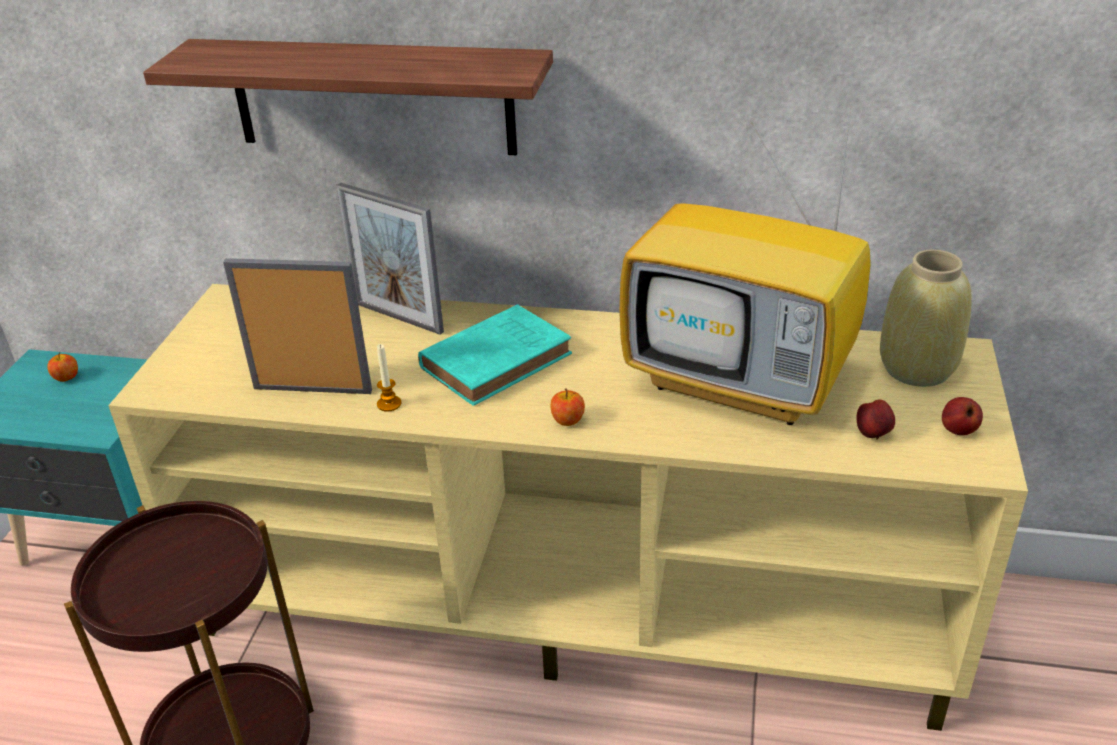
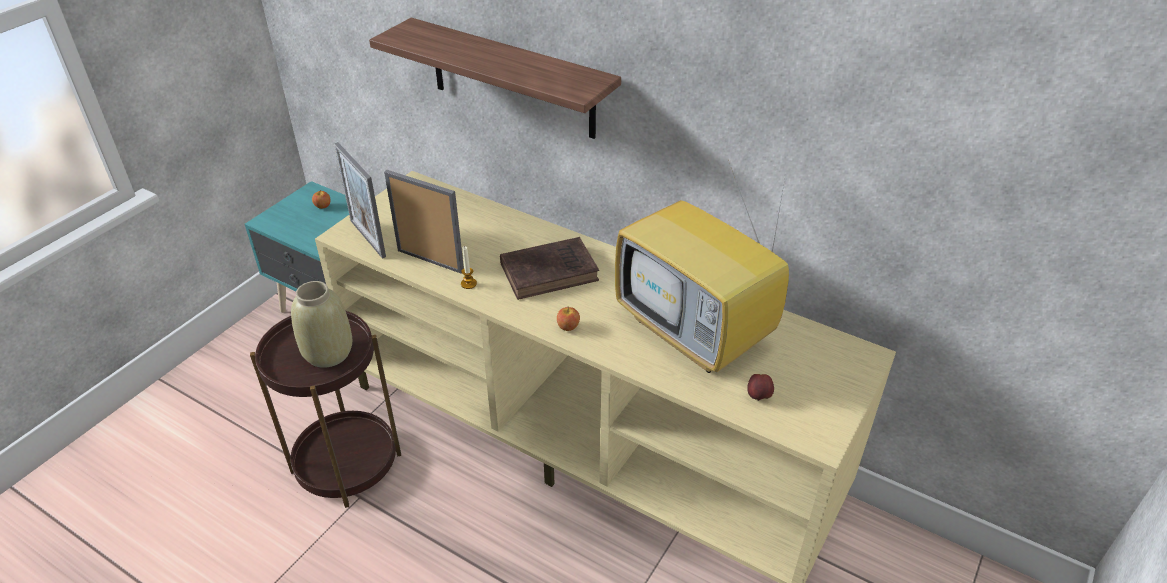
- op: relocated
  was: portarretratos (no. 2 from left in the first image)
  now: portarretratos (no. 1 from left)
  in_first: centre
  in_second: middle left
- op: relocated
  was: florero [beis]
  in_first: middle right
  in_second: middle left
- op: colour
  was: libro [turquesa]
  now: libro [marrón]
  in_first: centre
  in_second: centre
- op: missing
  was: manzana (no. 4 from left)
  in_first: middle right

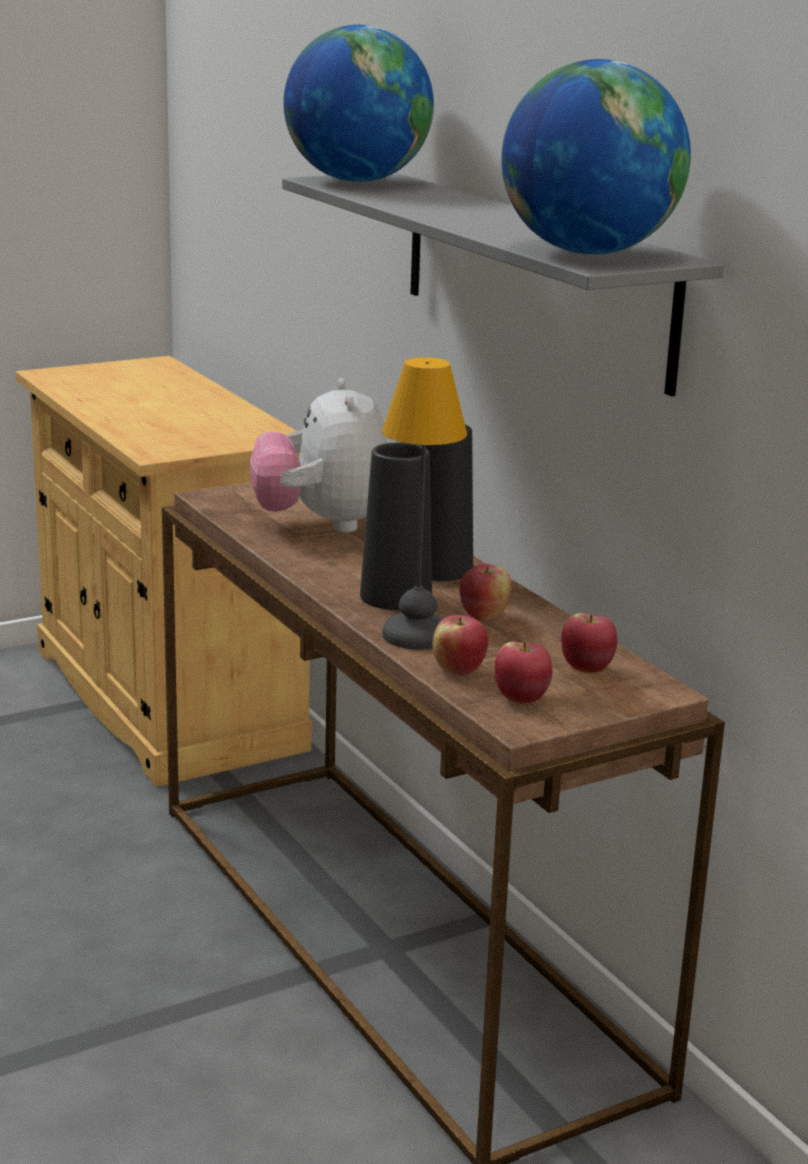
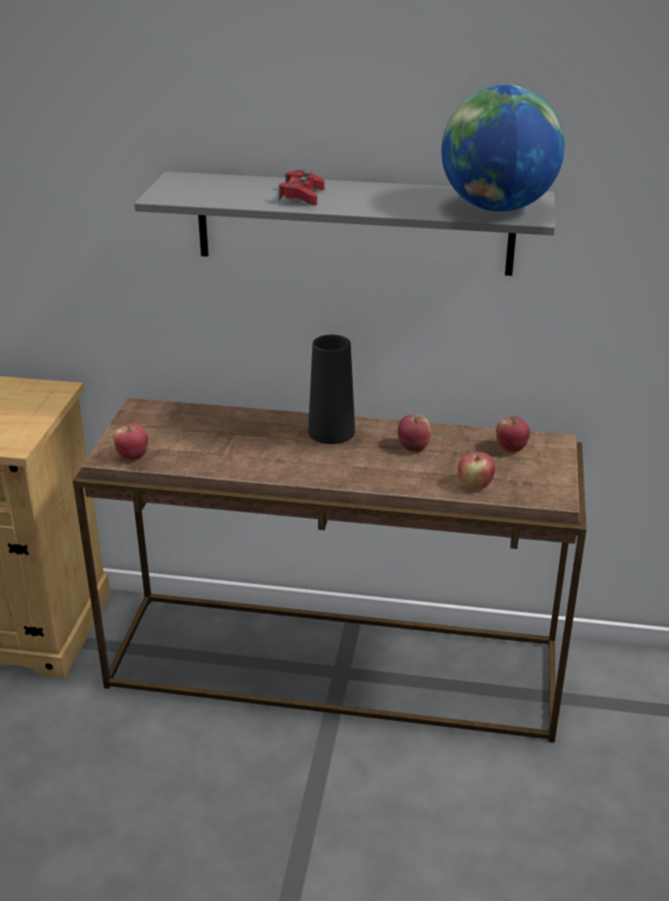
- op: missing
  was: globo terráqueo (no. 1 from left)
  in_first: top centre
- op: missing
  was: lámpara de mesa
  in_first: centre
- op: missing
  was: peluche
  in_first: centre
- op: missing
  was: florero [negro] (no. 1 from left)
  in_first: centre
- op: relocated
  was: manzana (no. 3 from left in the first image)
  now: manzana (no. 1 from left)
  in_first: centre
  in_second: middle left
- op: appeared
  now: mando de consola [rojo]
  in_second: top centre

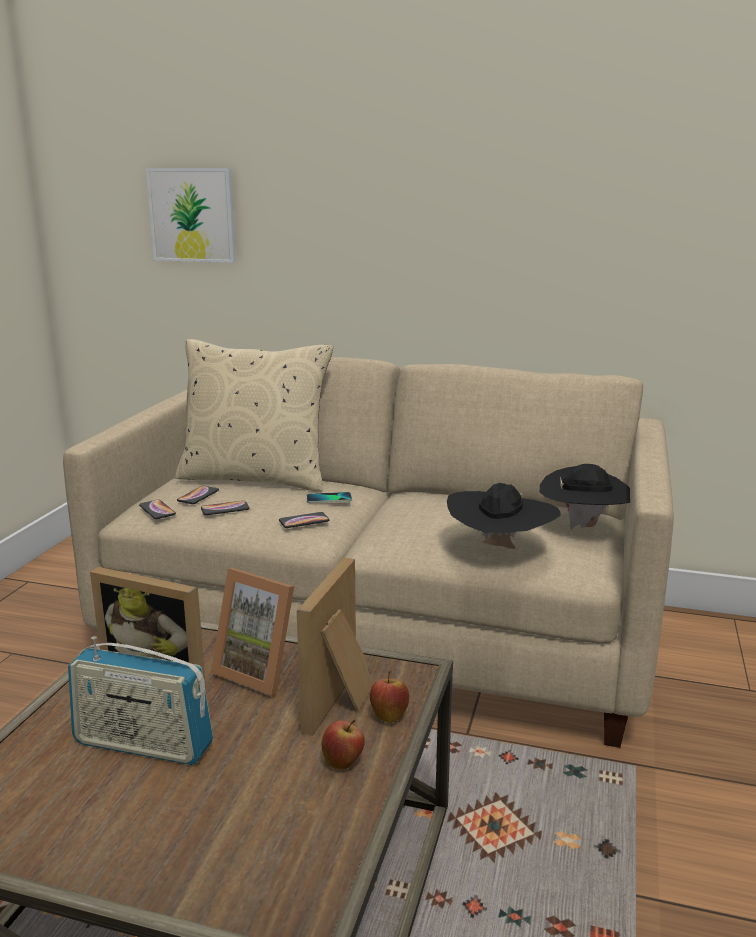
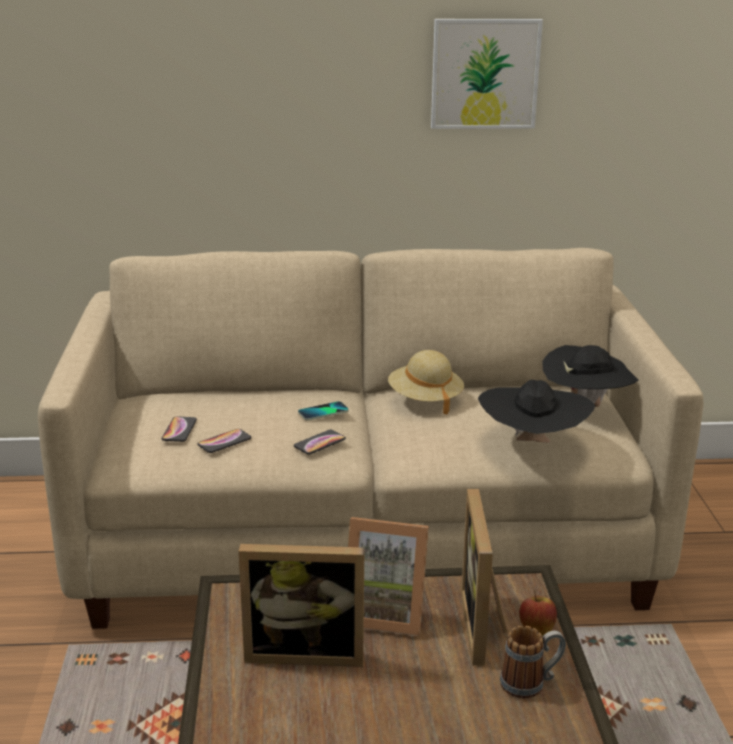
- op: relocated
  was: cuadro
  in_first: top left
  in_second: top centre
- op: missing
  was: cojín [beis]
  in_first: centre
- op: missing
  was: móvil (no. 1 from left)
  in_first: middle left
- op: missing
  was: radio
  in_first: bottom left
- op: exchanged
  was: manzana (no. 1 from left)
  now: taza grande
  in_first: bottom centre
  in_second: bottom right
- op: appeared
  now: sombrero [beis]
  in_second: centre

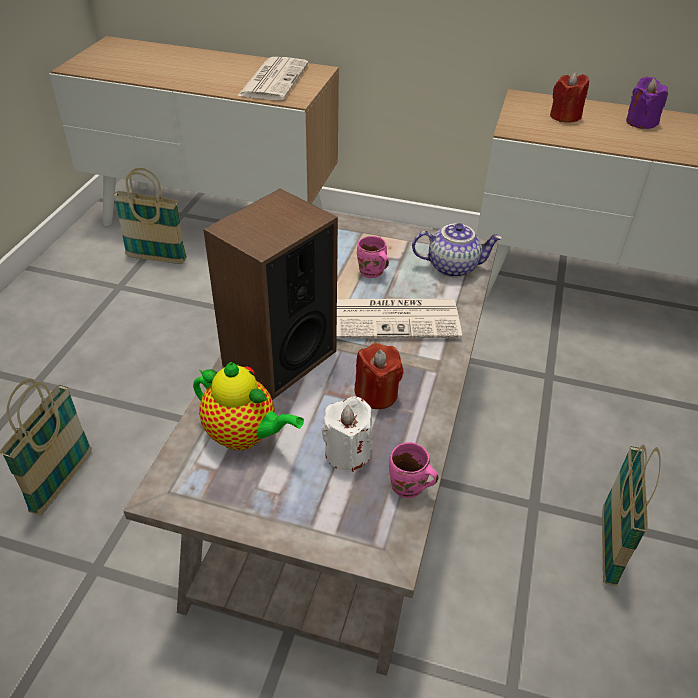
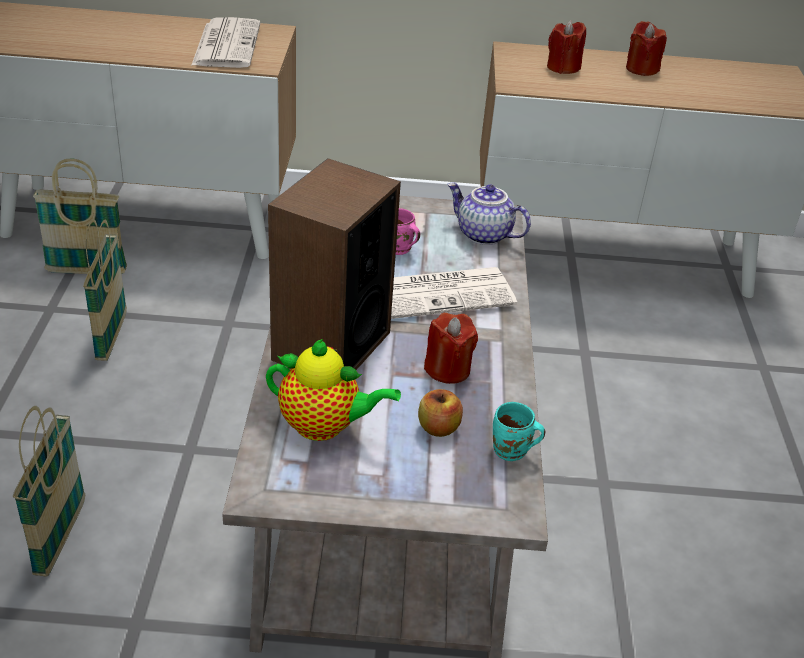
- op: colour
  was: vela [morado]
  now: vela [rojo] (no. 3 from left)
  in_first: top right
  in_second: top right
- op: spun
  was: tetera (no. 2 from left)
  in_first: centre
  in_second: top centre
  clockwise: -135
- op: exchanged
  was: vela [blanco]
  now: manzana
  in_first: centre
  in_second: centre
- op: colour
  was: taza grande [rosa] (no. 2 from left)
  now: taza grande [turquesa]
  in_first: bottom centre
  in_second: centre
- op: relocated
  was: cesta (no. 3 from left)
  in_first: bottom right
  in_second: middle left

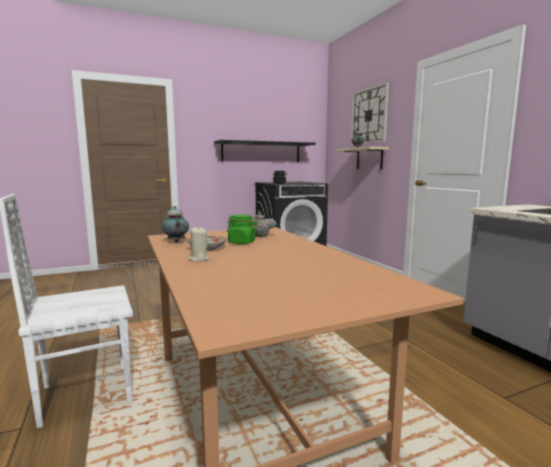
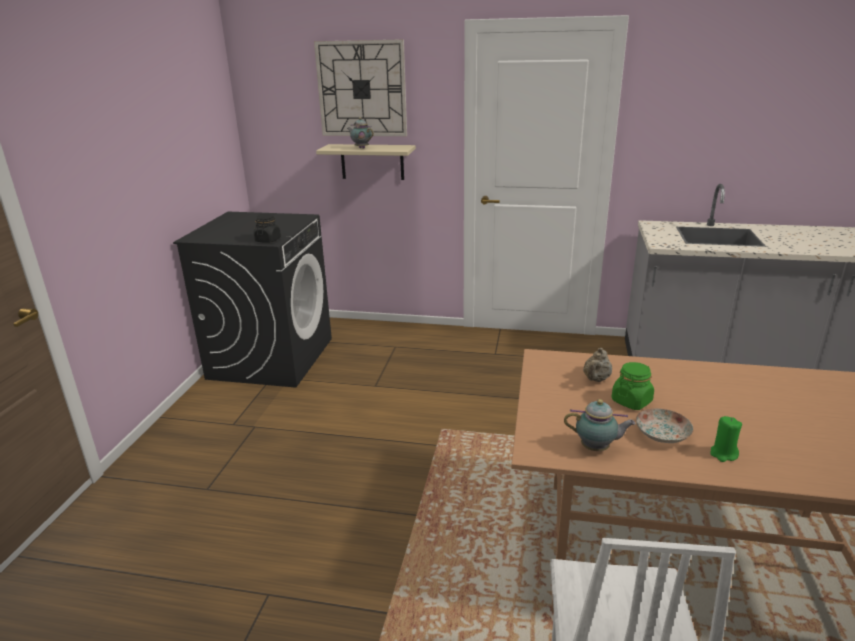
- op: missing
  was: estante [negro]
  in_first: top centre
- op: colour
  was: vela [beis]
  now: vela [verde]
  in_first: centre
  in_second: bottom right

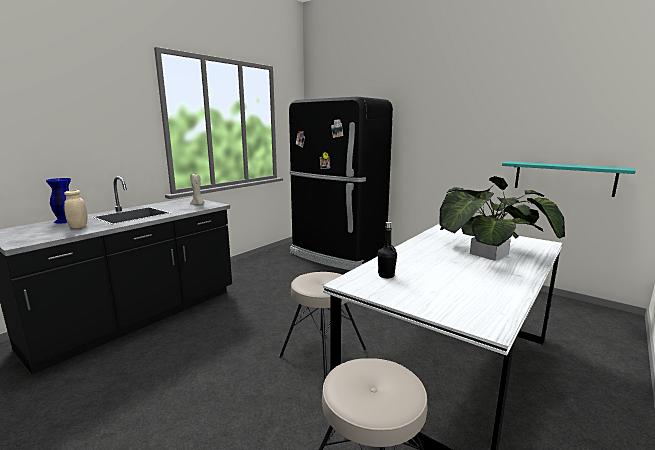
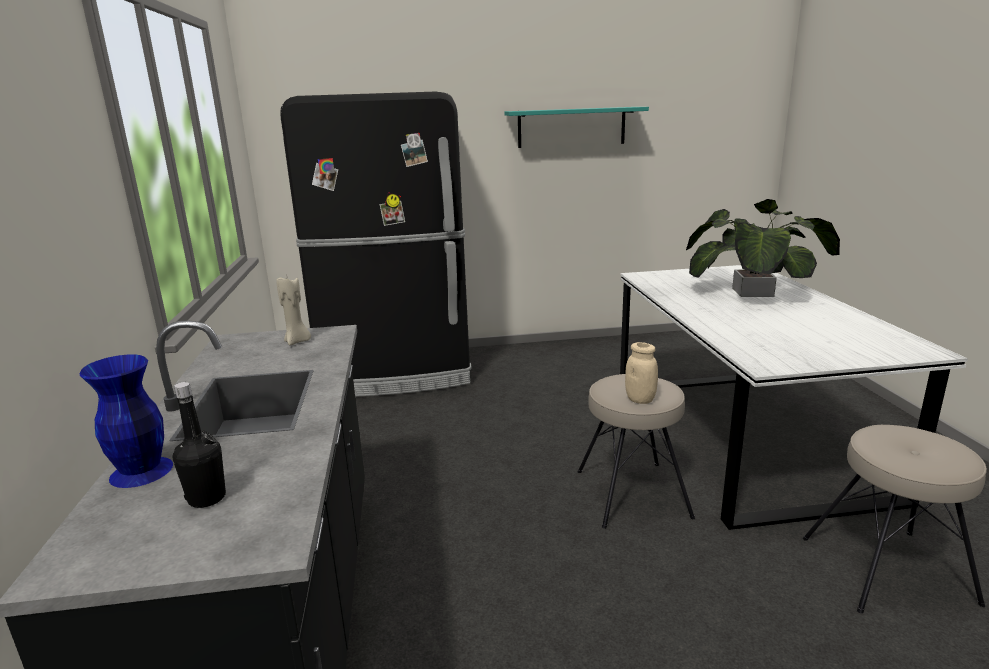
- op: relocated
  was: estante [turquesa]
  in_first: middle right
  in_second: top centre
- op: relocated
  was: tarro [beis]
  in_first: middle left
  in_second: centre
- op: relocated
  was: botella [negro]
  in_first: centre
  in_second: middle left

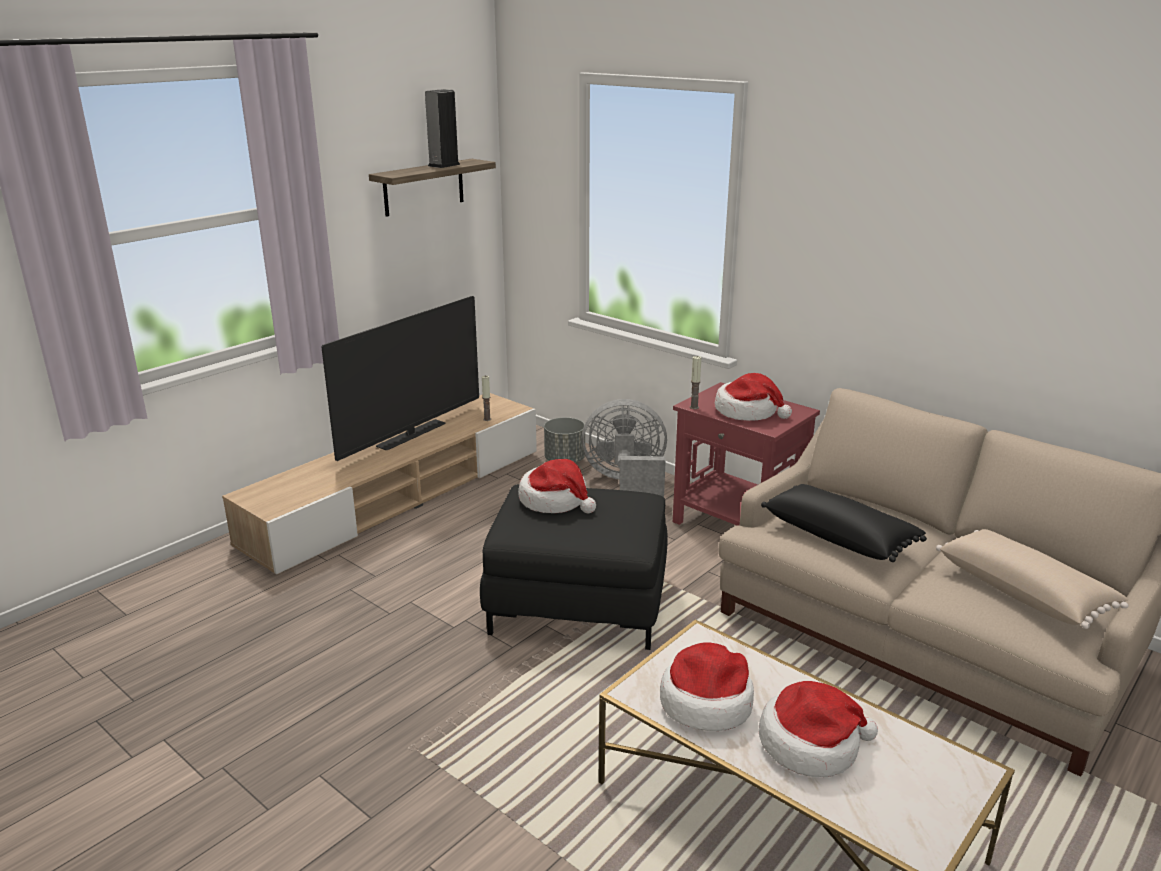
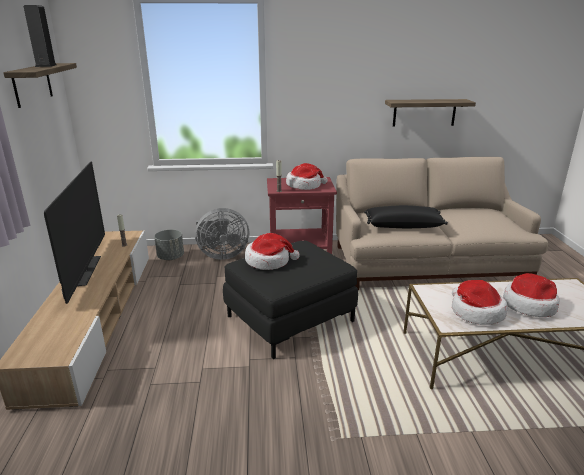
- op: spun
  was: ventilador [gris]
  in_first: centre
  in_second: centre
  clockwise: -150
- op: missing
  was: cojín [beis]
  in_first: middle right
- op: appeared
  now: estante (no. 2 from left)
  in_second: top right

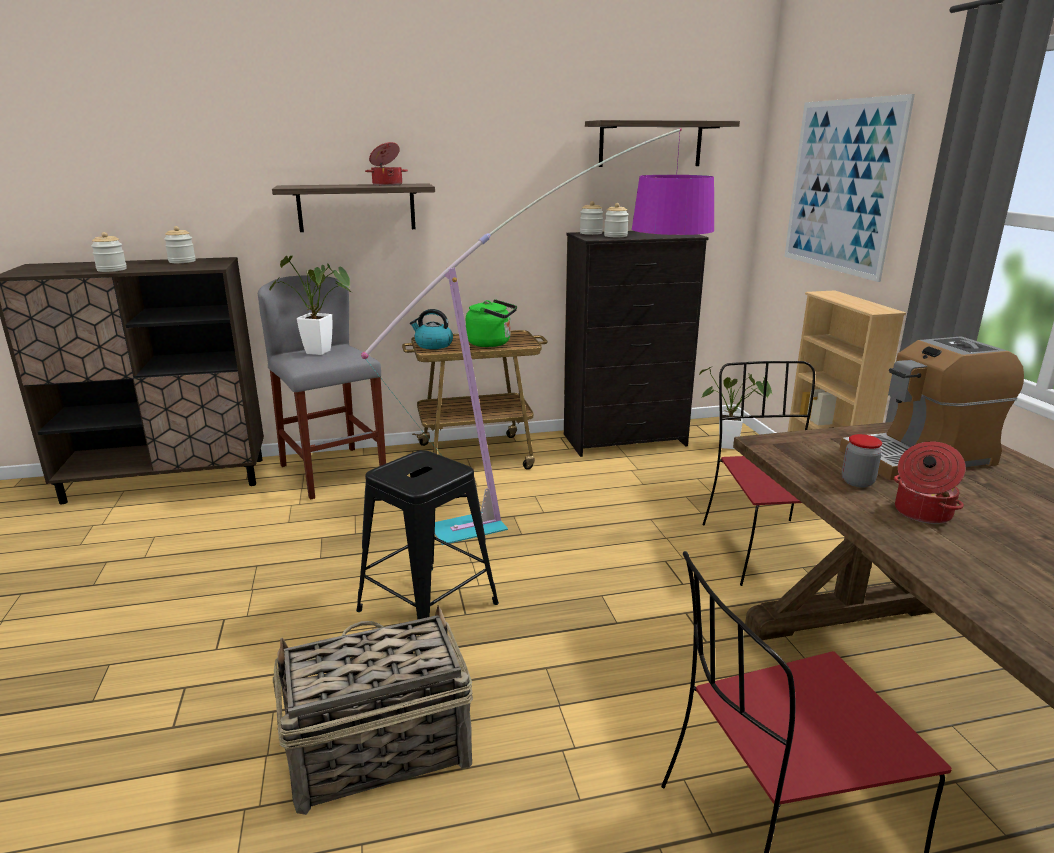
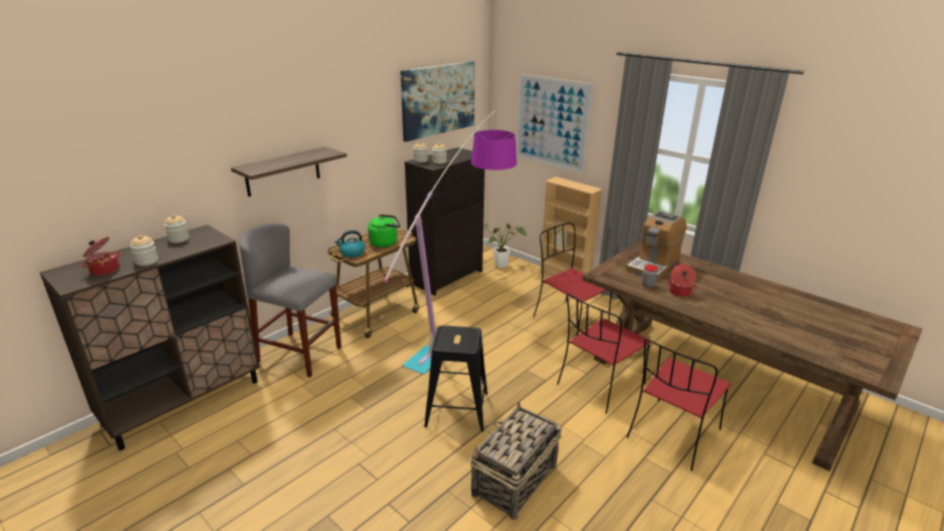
- op: exchanged
  was: estante (no. 2 from left)
  now: cuadro (no. 1 from left)
  in_first: top centre
  in_second: top centre
- op: relocated
  was: olla (no. 1 from left)
  in_first: top centre
  in_second: middle left
- op: missing
  was: planta en maceta (no. 1 from left)
  in_first: middle left
- op: appeared
  now: silla [rojo] (no. 2 from left)
  in_second: centre

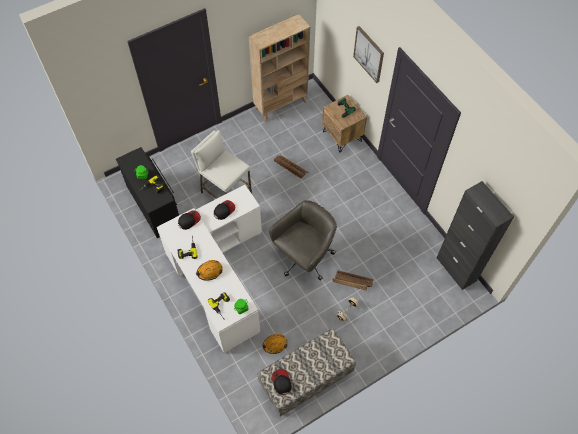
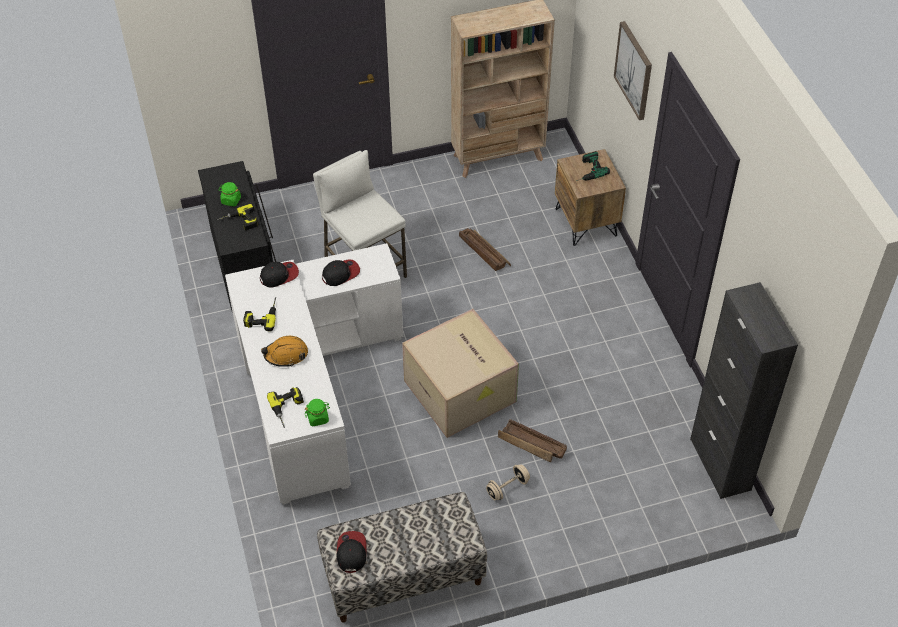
- op: exchanged
  was: silla de oficina [gris]
  now: caja de cartón
  in_first: centre
  in_second: centre
- op: missing
  was: casco [naranja] (no. 2 from left)
  in_first: bottom centre

